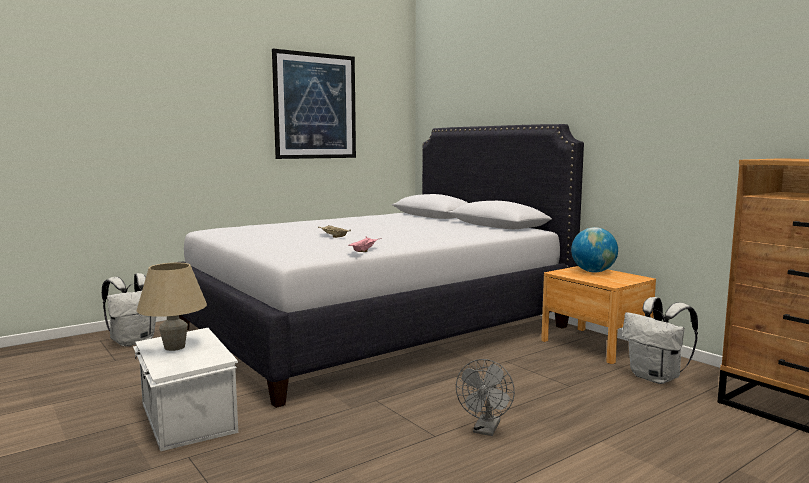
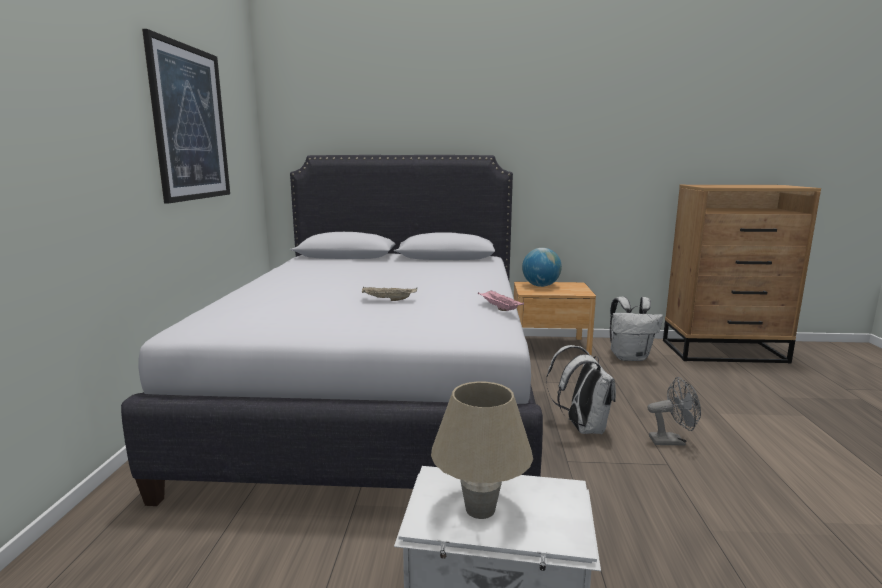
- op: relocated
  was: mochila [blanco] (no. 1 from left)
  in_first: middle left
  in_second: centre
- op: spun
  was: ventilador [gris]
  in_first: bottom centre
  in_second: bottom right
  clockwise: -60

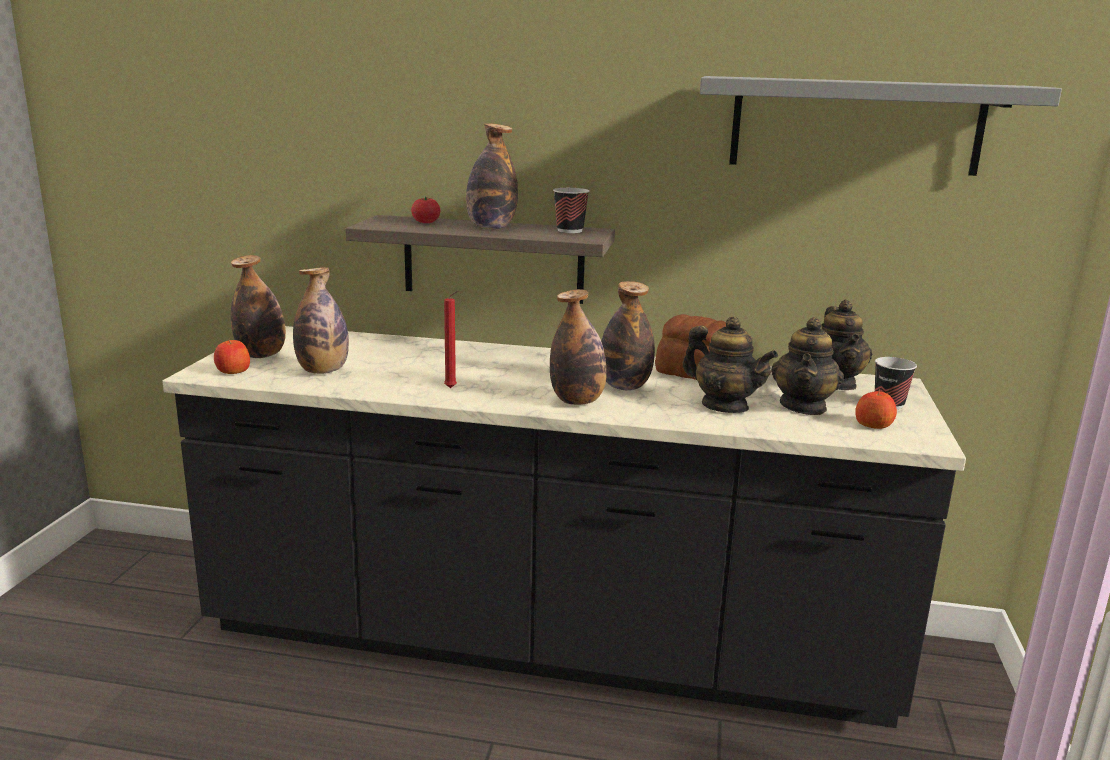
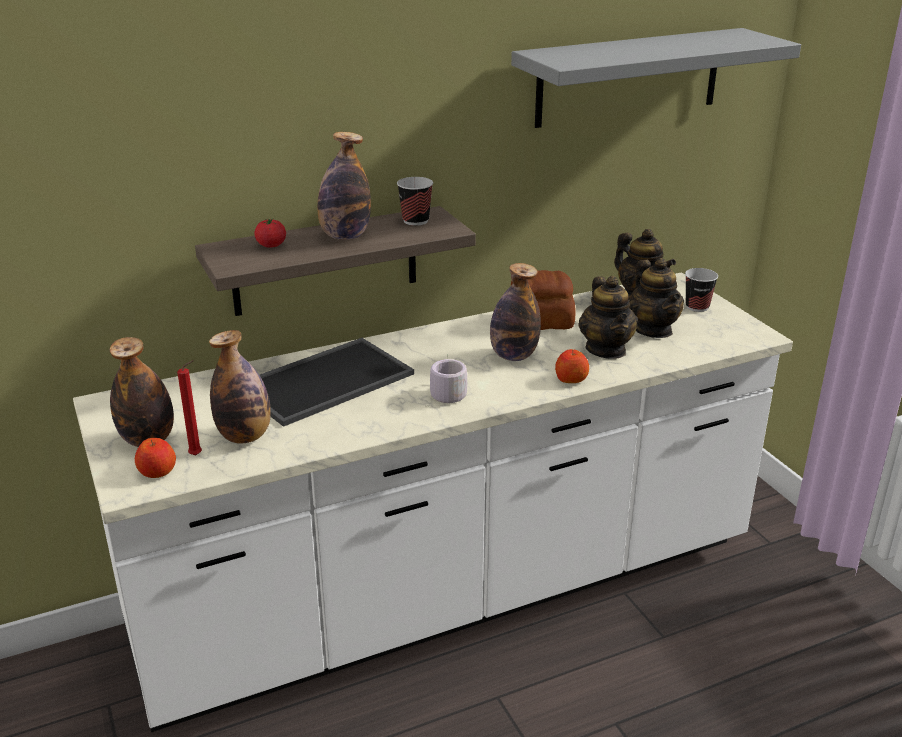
- op: missing
  was: botella (no. 4 from left)
  in_first: centre
- op: relocated
  was: vela [rojo]
  in_first: centre
  in_second: middle left
- op: spun
  was: tetera (no. 1 from left)
  in_first: centre
  in_second: middle right
  clockwise: 75
- op: colour
  was: mueble bajo de cocina [negro]
  now: mueble bajo de cocina [blanco]
  in_first: bottom centre
  in_second: bottom centre
- op: relocated
  was: manzana (no. 2 from left)
  in_first: middle right
  in_second: centre
- op: appeared
  now: bandeja
  in_second: centre
- op: appeared
  now: taza grande [gris]
  in_second: centre

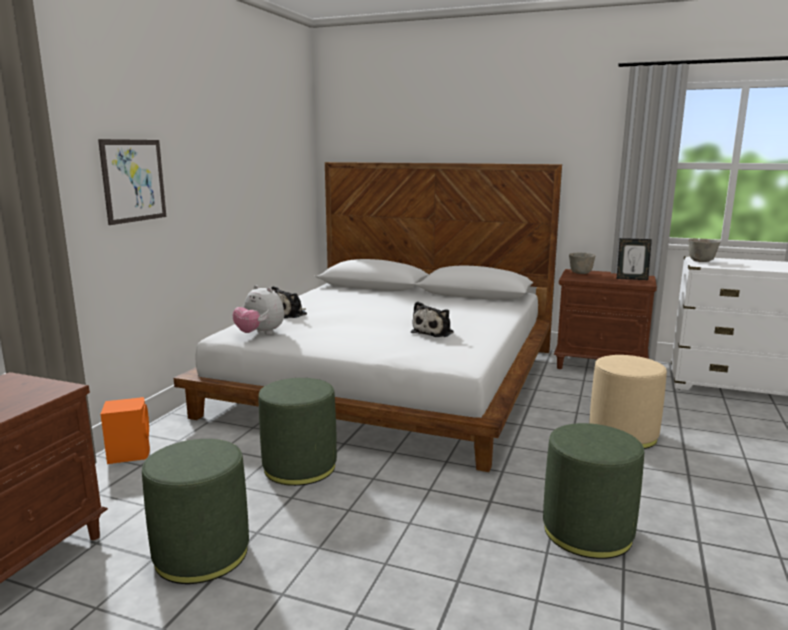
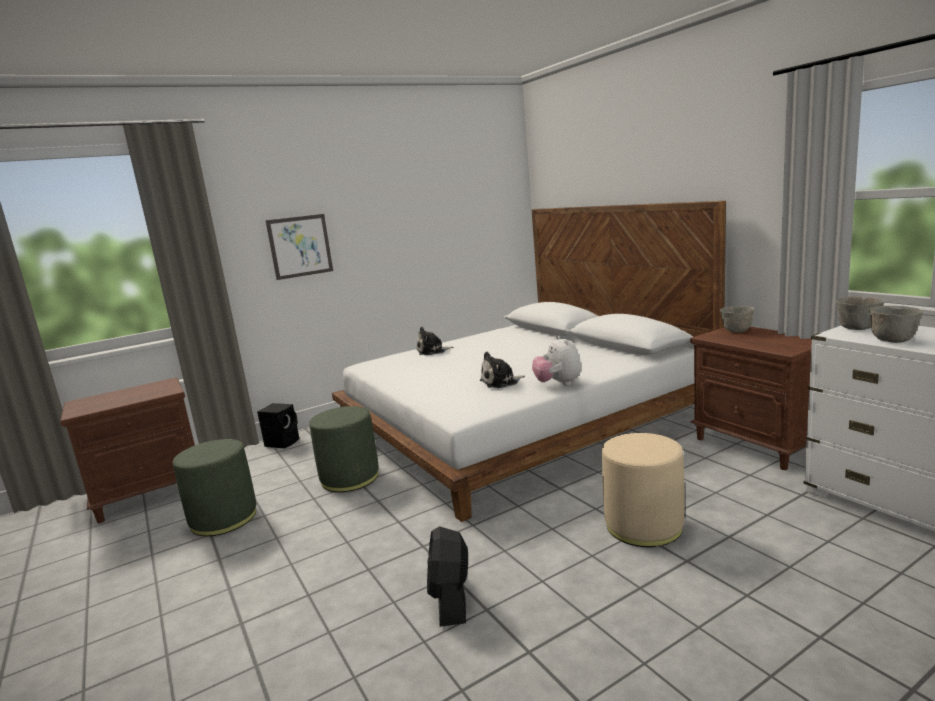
- op: missing
  was: portarretratos
  in_first: middle right
- op: relocated
  was: peluche (no. 1 from left in the first image)
  now: peluche (no. 3 from left)
  in_first: middle left
  in_second: centre
- op: colour
  was: altavoz [naranja]
  now: altavoz [negro]
  in_first: bottom left
  in_second: middle left
- op: exchanged
  was: puf [verde] (no. 3 from left)
  now: ventilador [negro]
  in_first: bottom right
  in_second: bottom centre
- op: appeared
  now: cuenco [gris] (no. 3 from left)
  in_second: middle right

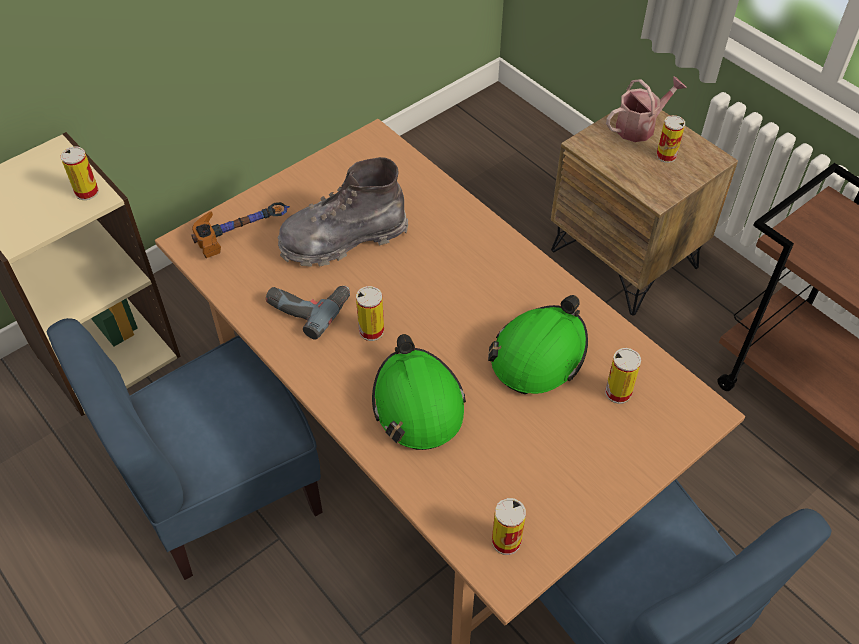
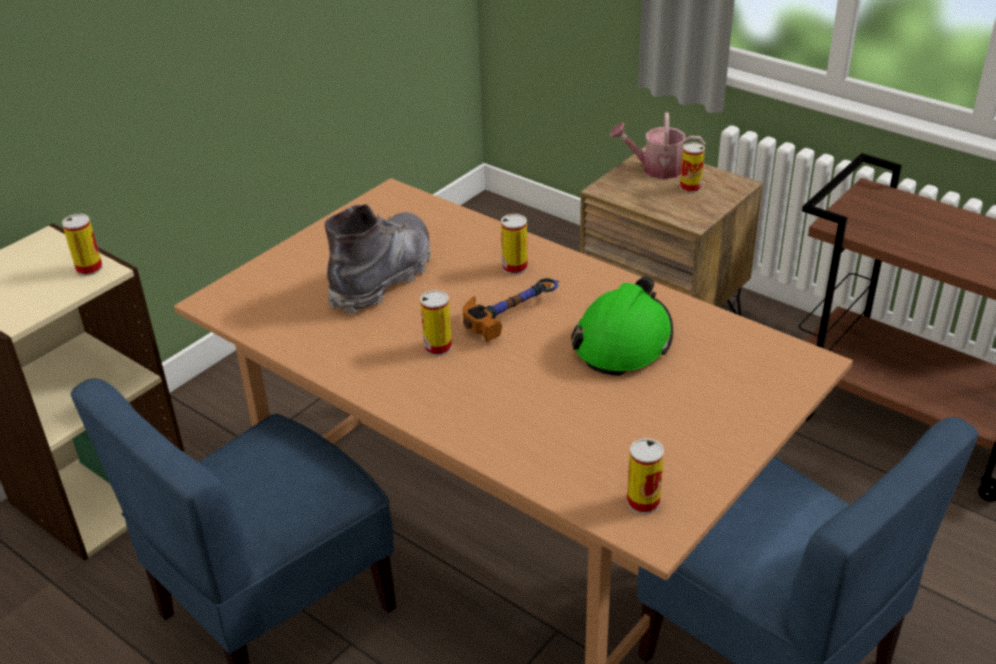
- op: spun
  was: regadera
  in_first: top right
  in_second: top centre
  clockwise: -135
- op: spun
  was: bota [gris]
  in_first: top centre
  in_second: centre
  clockwise: 150
- op: relocated
  was: martillo
  in_first: middle left
  in_second: centre
- op: missing
  was: taladro
  in_first: centre
- op: missing
  was: casco [verde] (no. 1 from left)
  in_first: centre
- op: relocated
  was: lata (no. 4 from left in the first image)
  now: lata (no. 3 from left)
  in_first: middle right
  in_second: centre

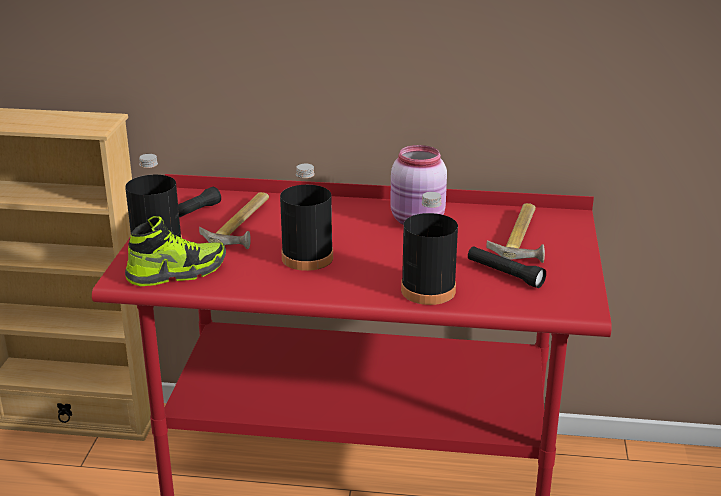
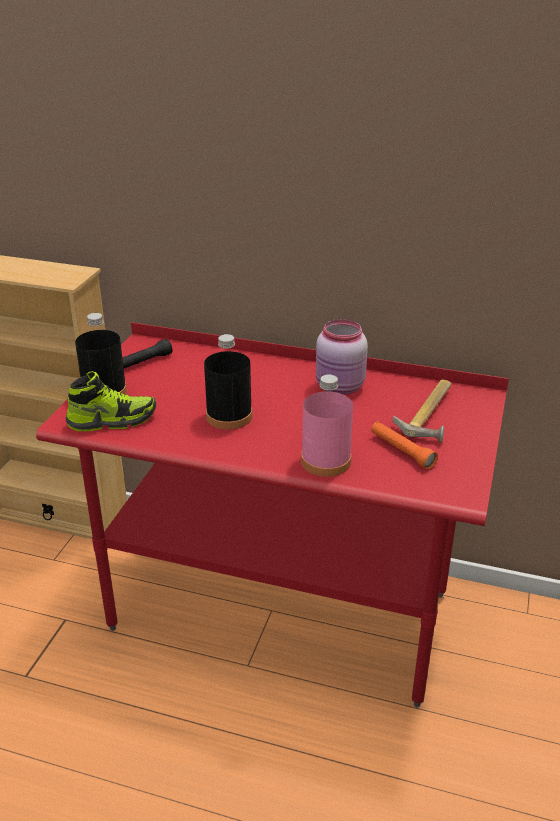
- op: missing
  was: martillo (no. 1 from left)
  in_first: middle left
- op: colour
  was: botella [negro] (no. 3 from left)
  now: botella [rosa]
  in_first: centre
  in_second: centre
- op: colour
  was: linterna [negro] (no. 2 from left)
  now: linterna [naranja]
  in_first: middle right
  in_second: middle right

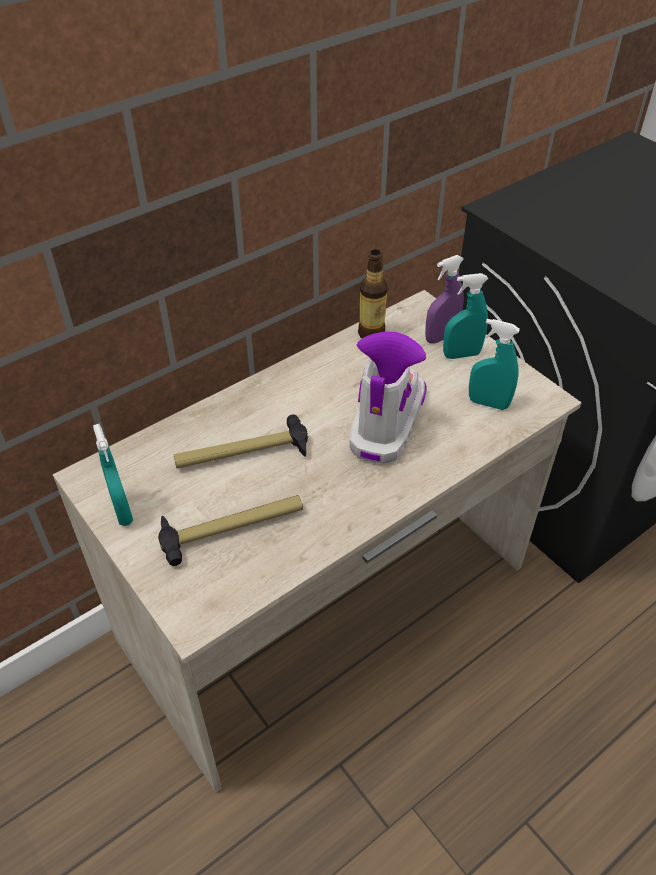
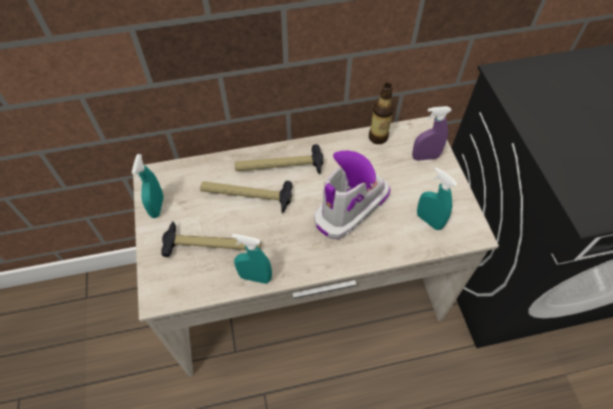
- op: relocated
  was: pulverizador [turquesa] (no. 2 from left)
  in_first: middle right
  in_second: centre
- op: appeared
  now: martillo (no. 3 from left)
  in_second: centre

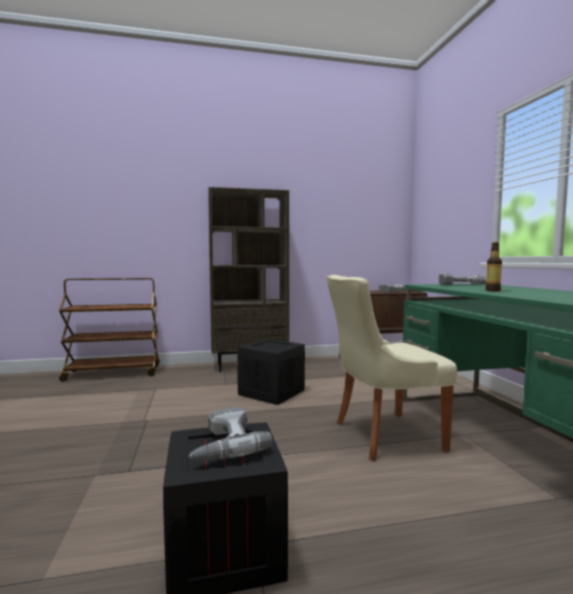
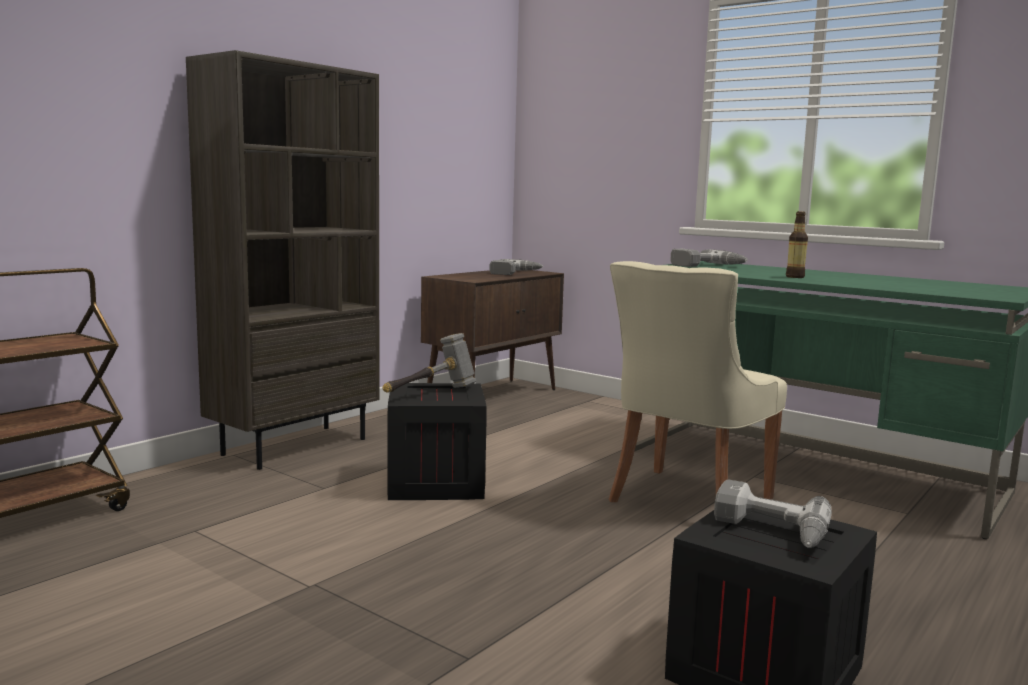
- op: appeared
  now: martillo
  in_second: centre

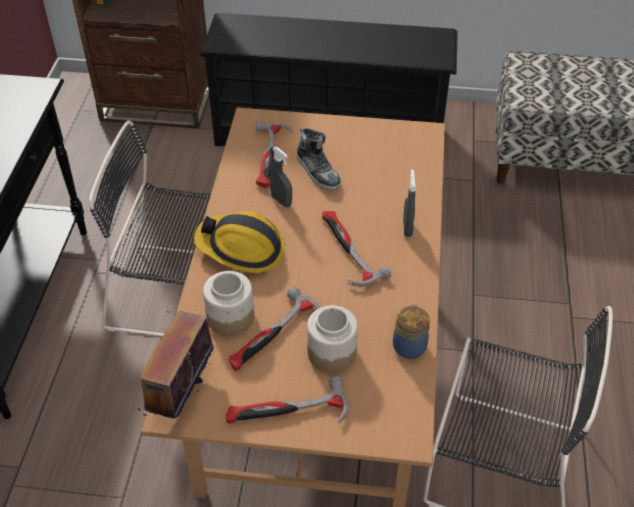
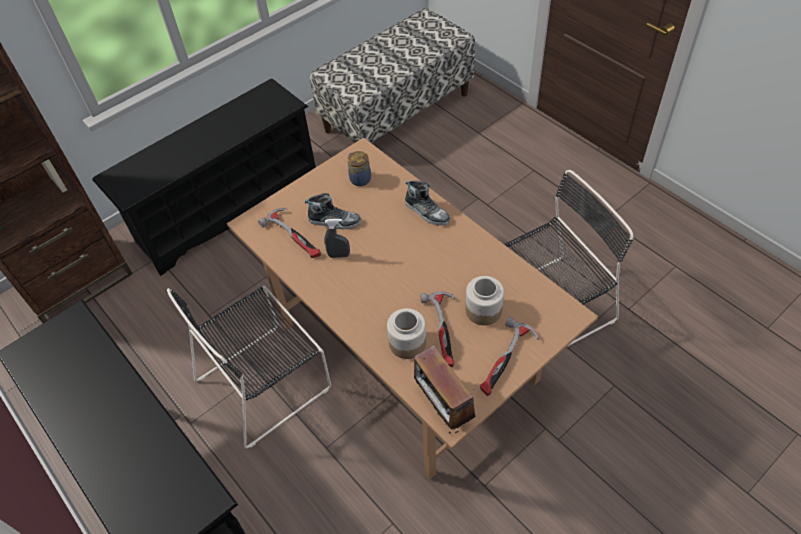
- op: exchanged
  was: pulverizador [gris] (no. 2 from left)
  now: zapato (no. 2 from left)
  in_first: centre
  in_second: centre
- op: missing
  was: casco
  in_first: centre
- op: missing
  was: martillo (no. 4 from left)
  in_first: centre
- op: relocated
  was: tarro (no. 3 from left in the first image)
  now: tarro (no. 1 from left)
  in_first: centre
  in_second: top centre

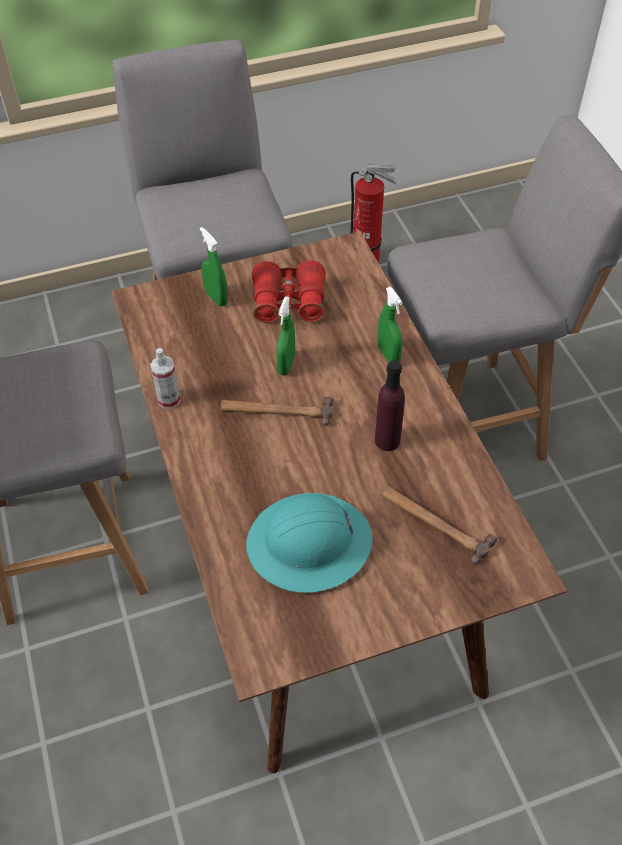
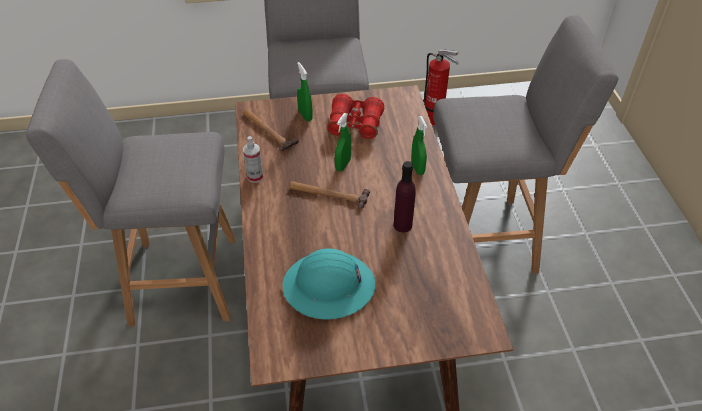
- op: relocated
  was: martillo (no. 2 from left in the first image)
  now: martillo (no. 1 from left)
  in_first: middle right
  in_second: top centre

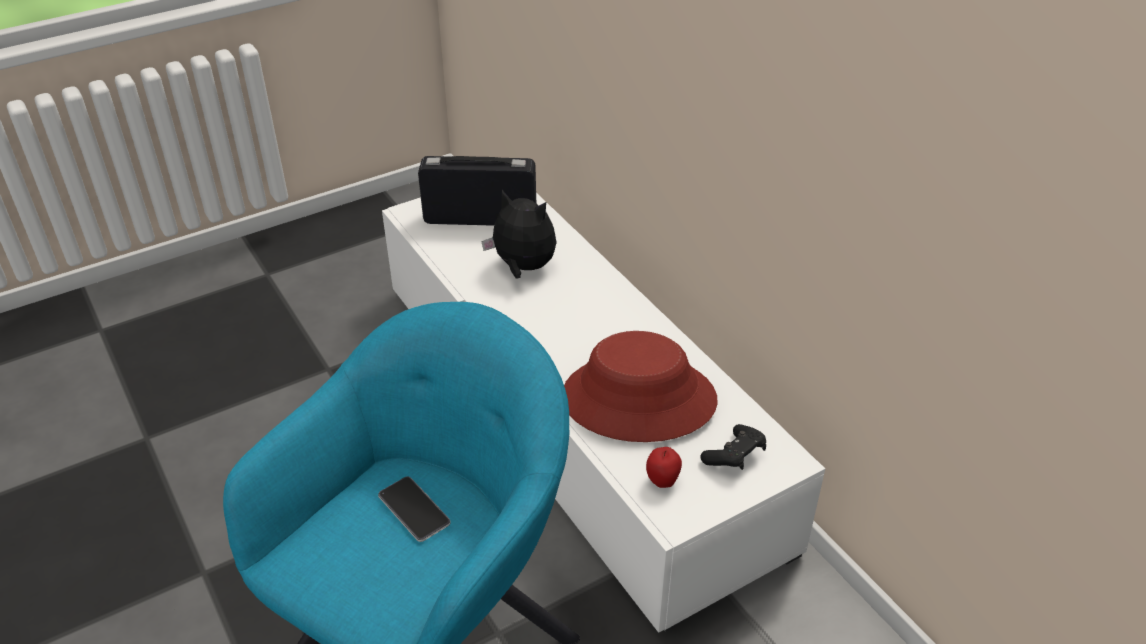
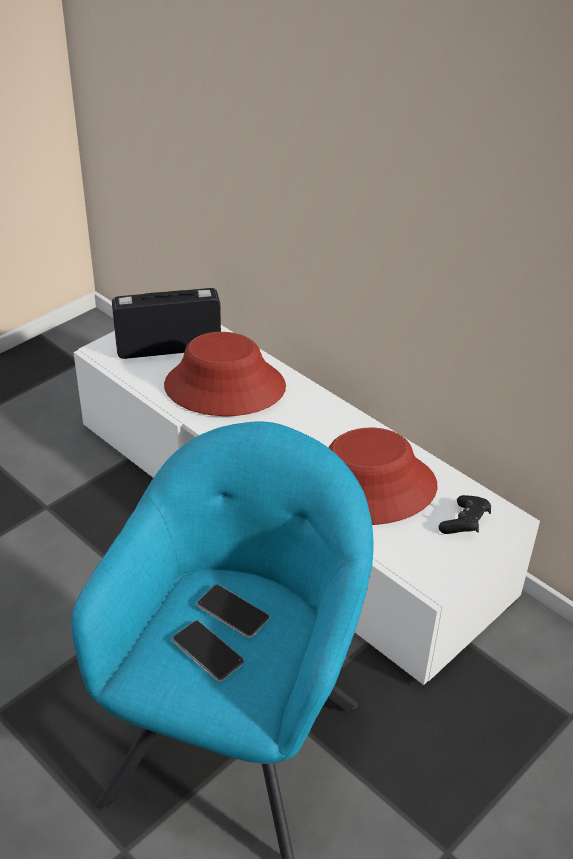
- op: exchanged
  was: peluche
  now: sombrero [rojo] (no. 1 from left)
  in_first: centre
  in_second: centre
- op: missing
  was: manzana
  in_first: bottom centre
- op: appeared
  now: móvil (no. 1 from left)
  in_second: bottom centre

